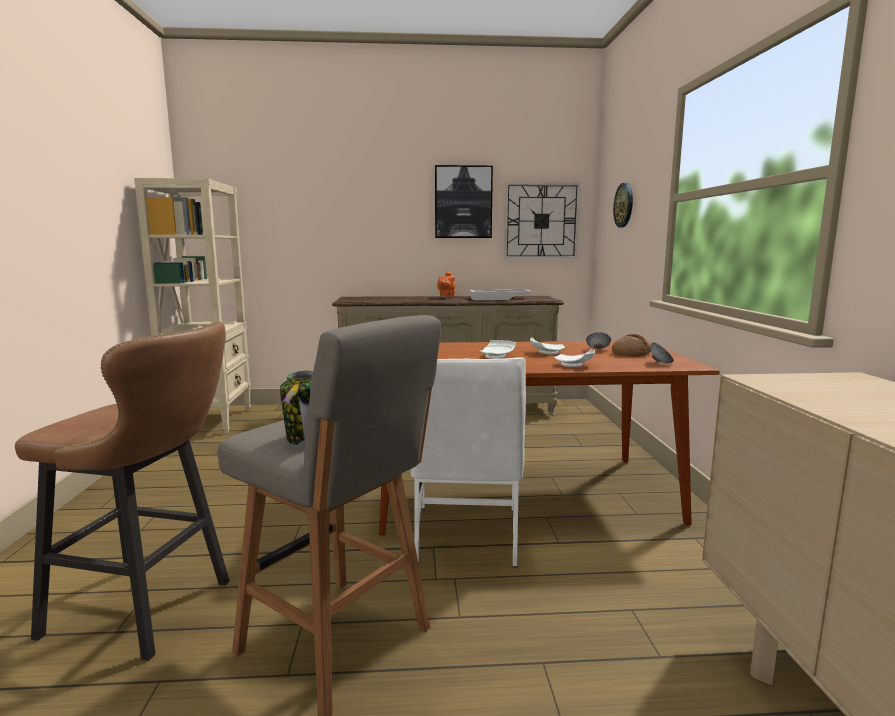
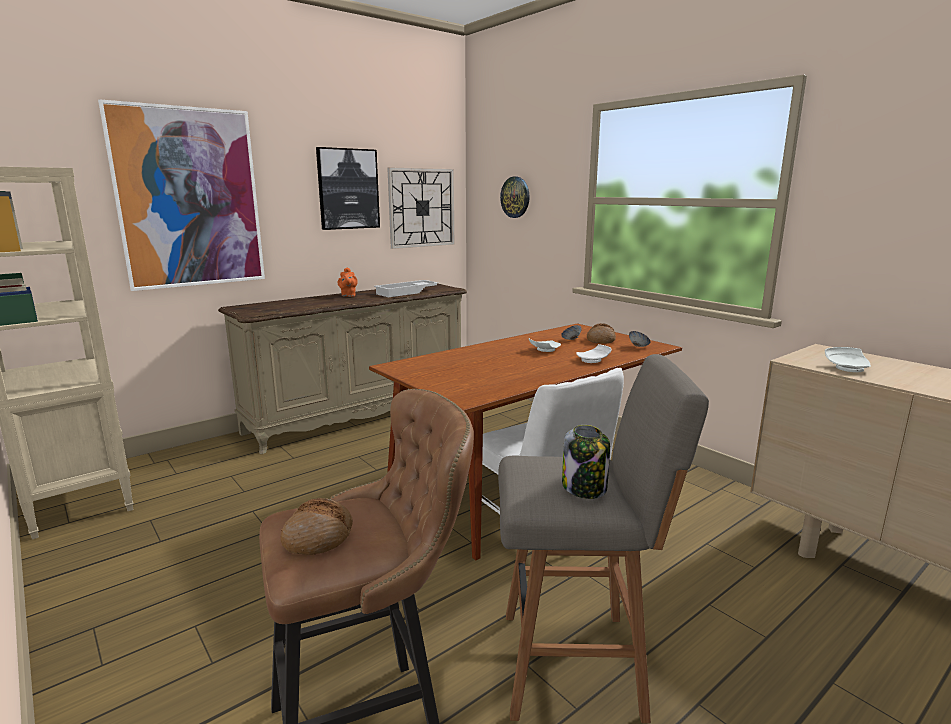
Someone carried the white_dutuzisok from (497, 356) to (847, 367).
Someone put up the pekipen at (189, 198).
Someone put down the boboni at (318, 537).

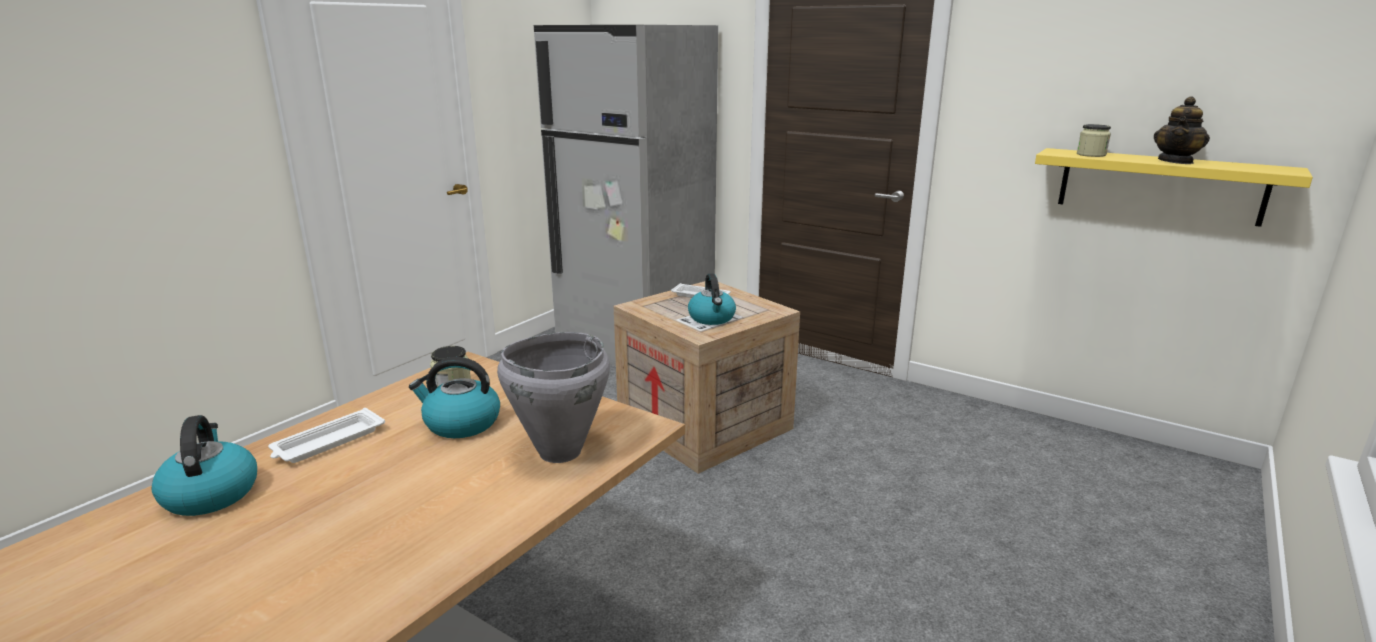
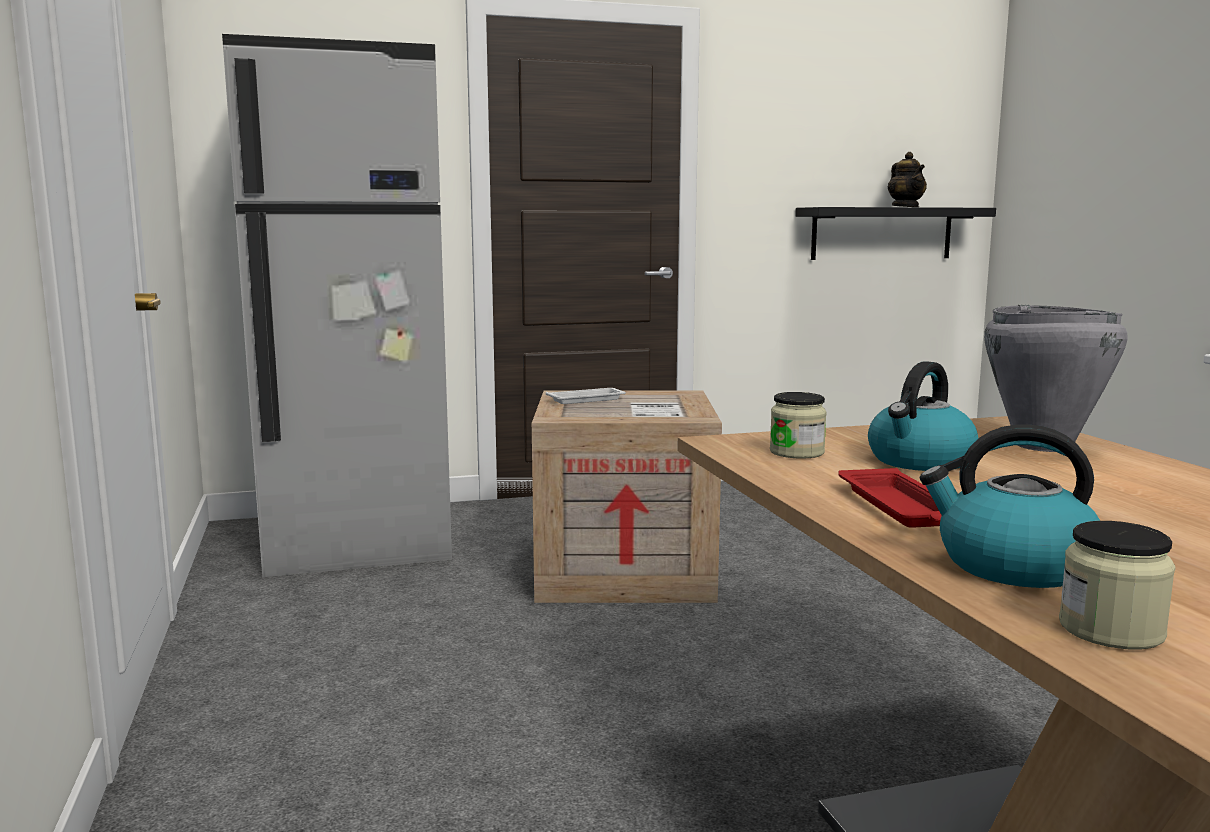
Someone carried the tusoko from (1091, 155) to (1111, 630).
Someone repainted the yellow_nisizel at (1159, 186), which became the black_nisizel at (882, 233).
Someone took away the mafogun at (712, 318).
Someone repainted the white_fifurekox at (327, 442), which became the red_fifurekox at (900, 507).

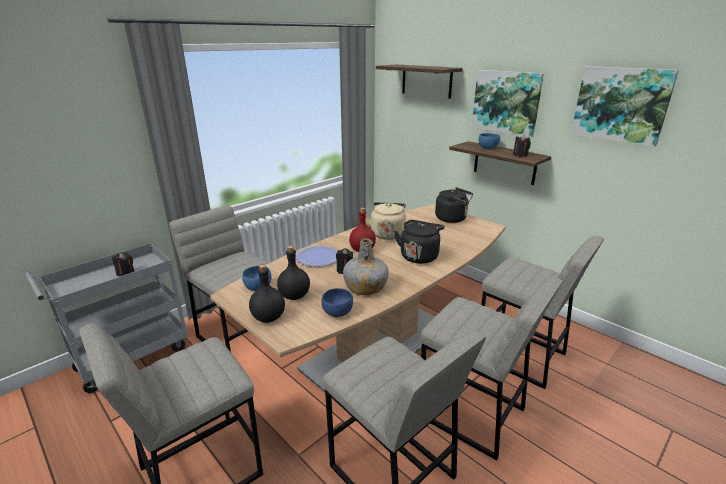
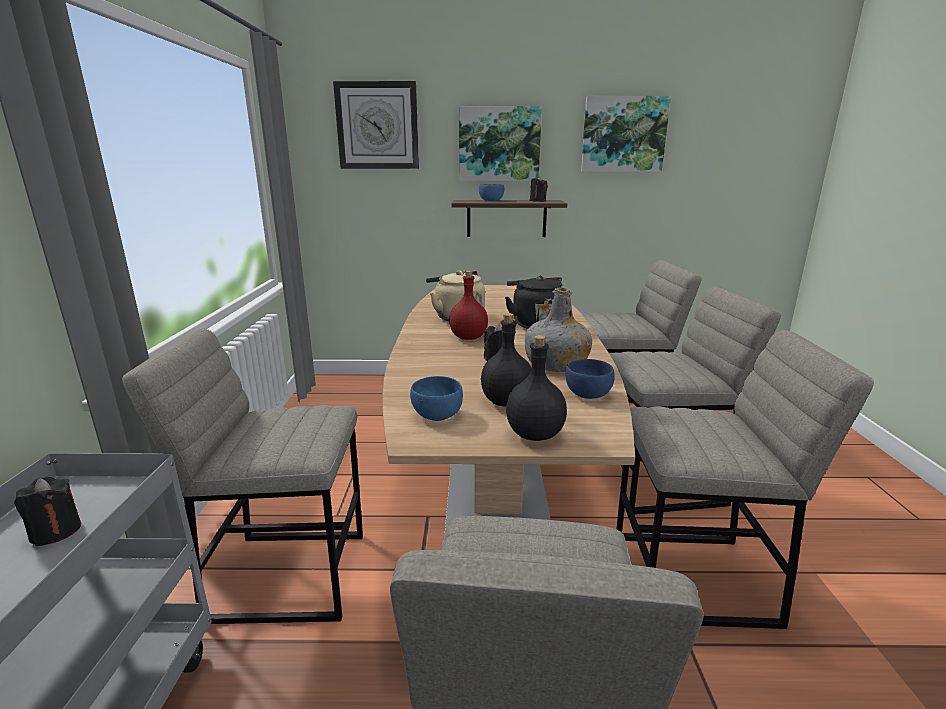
Someone swapped the nisizel at (426, 81) for the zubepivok at (377, 126).
Someone took away the black_mafogun at (453, 219).
Someone took away the dutuzisok at (318, 257).

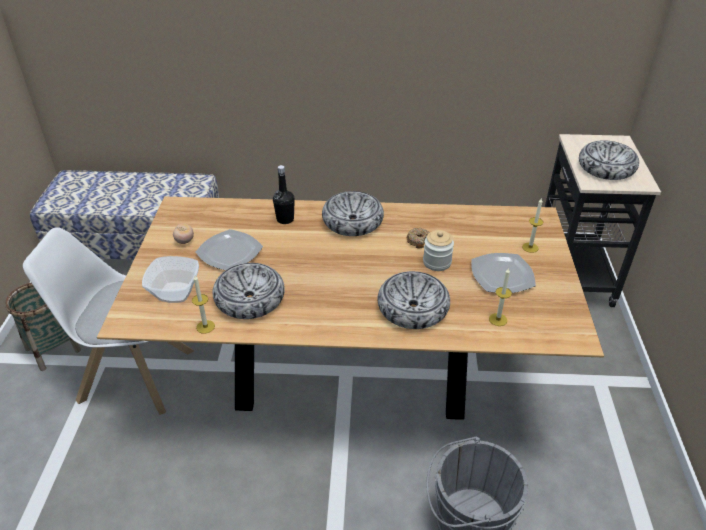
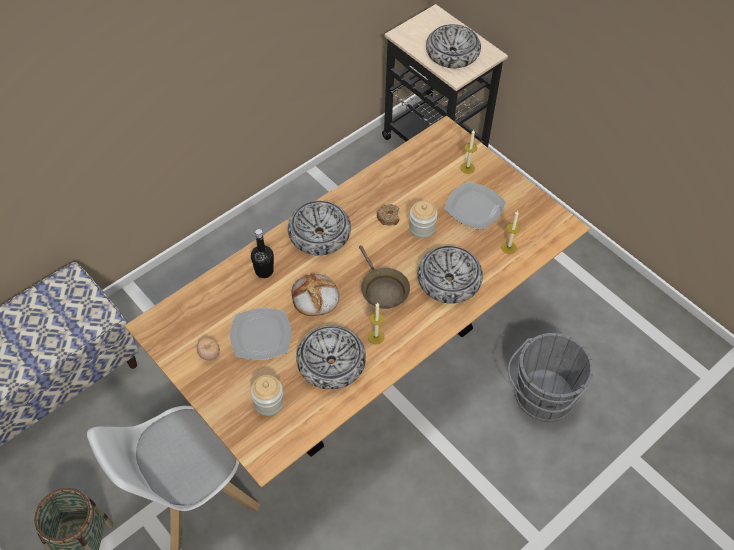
Someone swapped the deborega at (176, 292) for the tusoko at (268, 402).
Someone carried the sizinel from (205, 326) to (376, 337).
Someone put down the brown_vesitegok at (382, 289).
Someone put down the boboni at (314, 297).

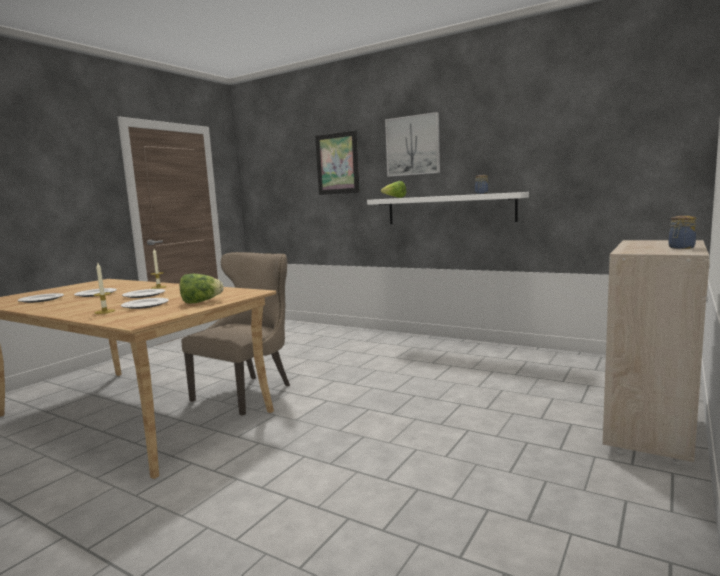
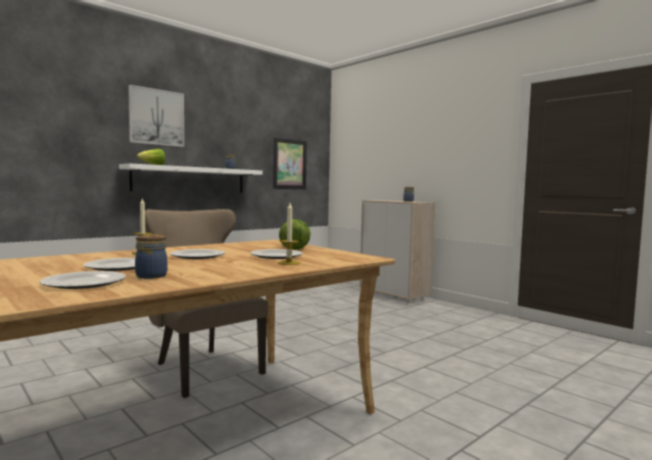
Someone carried the pekipen from (337, 163) to (289, 164).
Someone put down the tusoko at (152, 276).

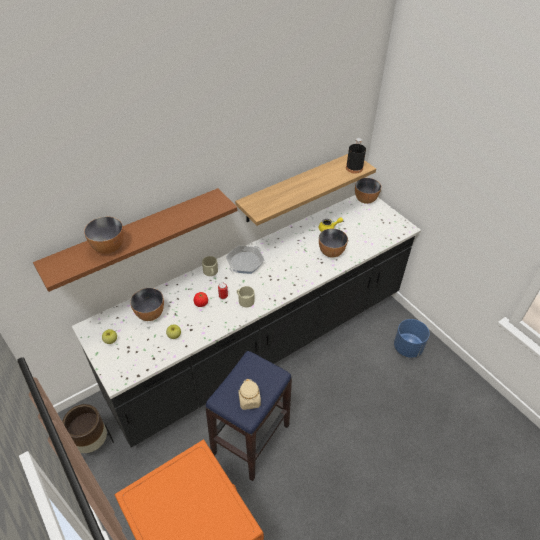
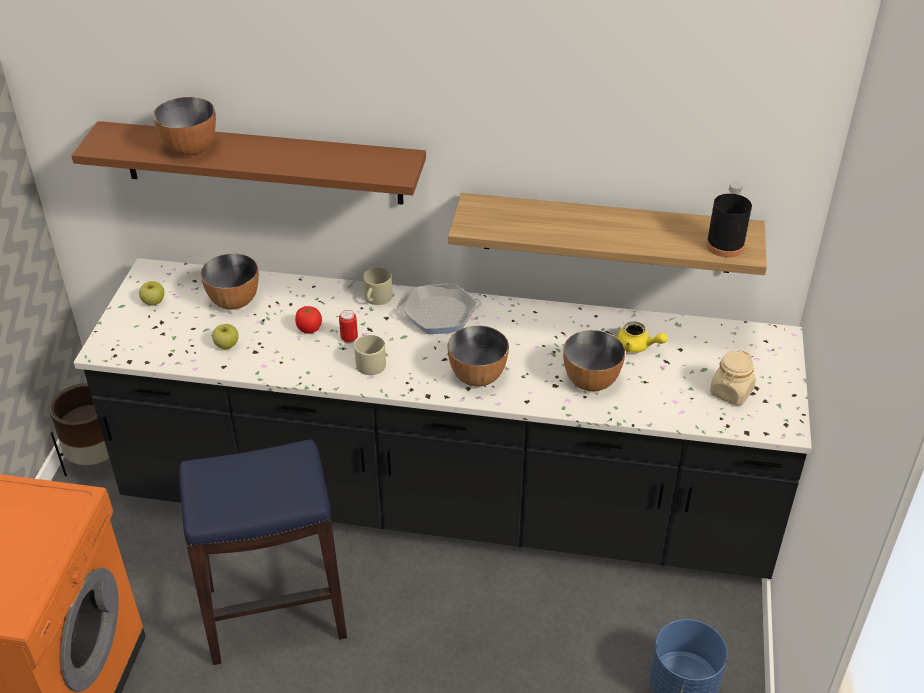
Someone carried the deborega from (365, 199) to (478, 376).
Someone carried the beige_tusoko from (249, 400) to (731, 392).

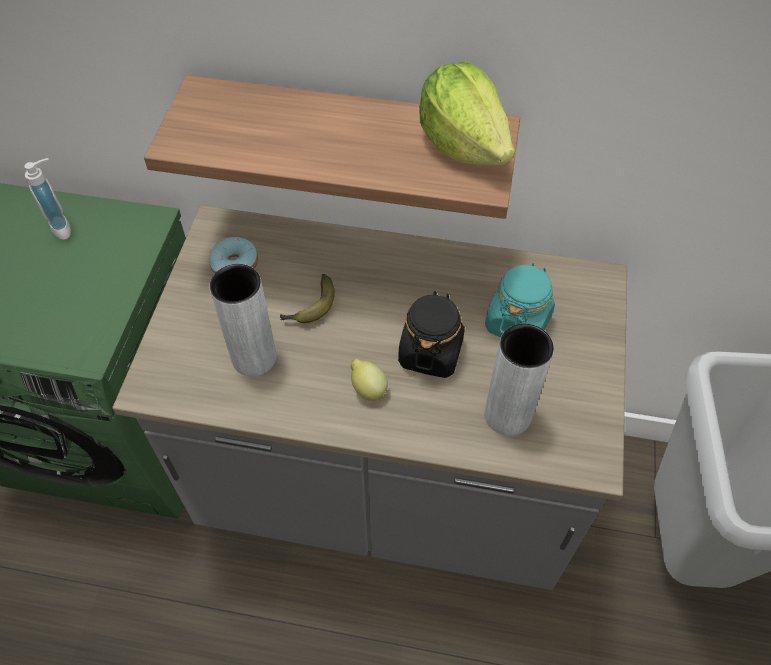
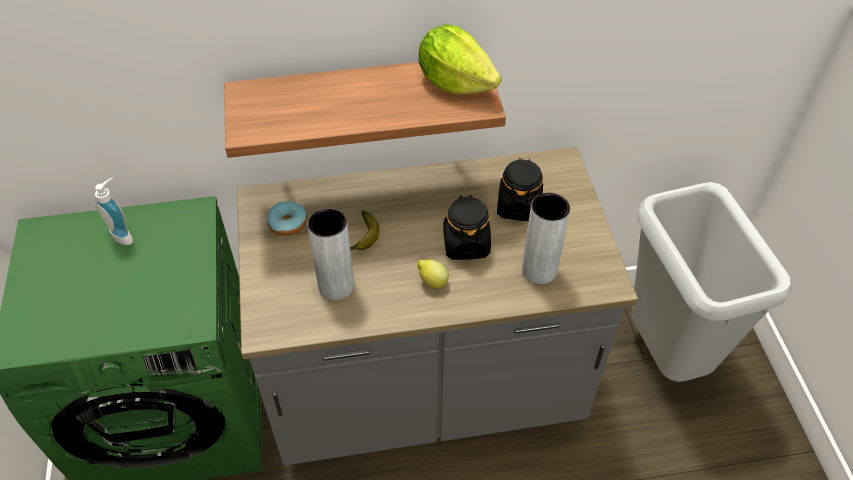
Someone repainted the turquoise_tusoko at (517, 322), which became the black_tusoko at (518, 206).

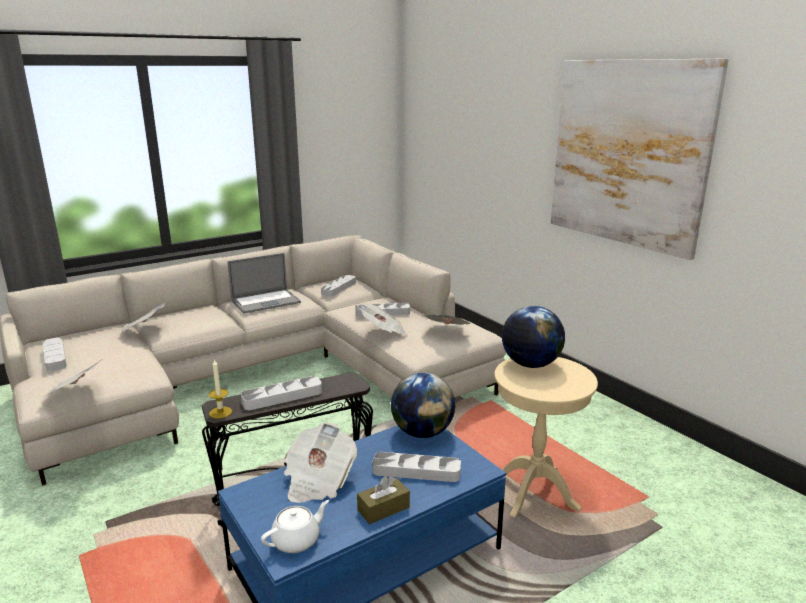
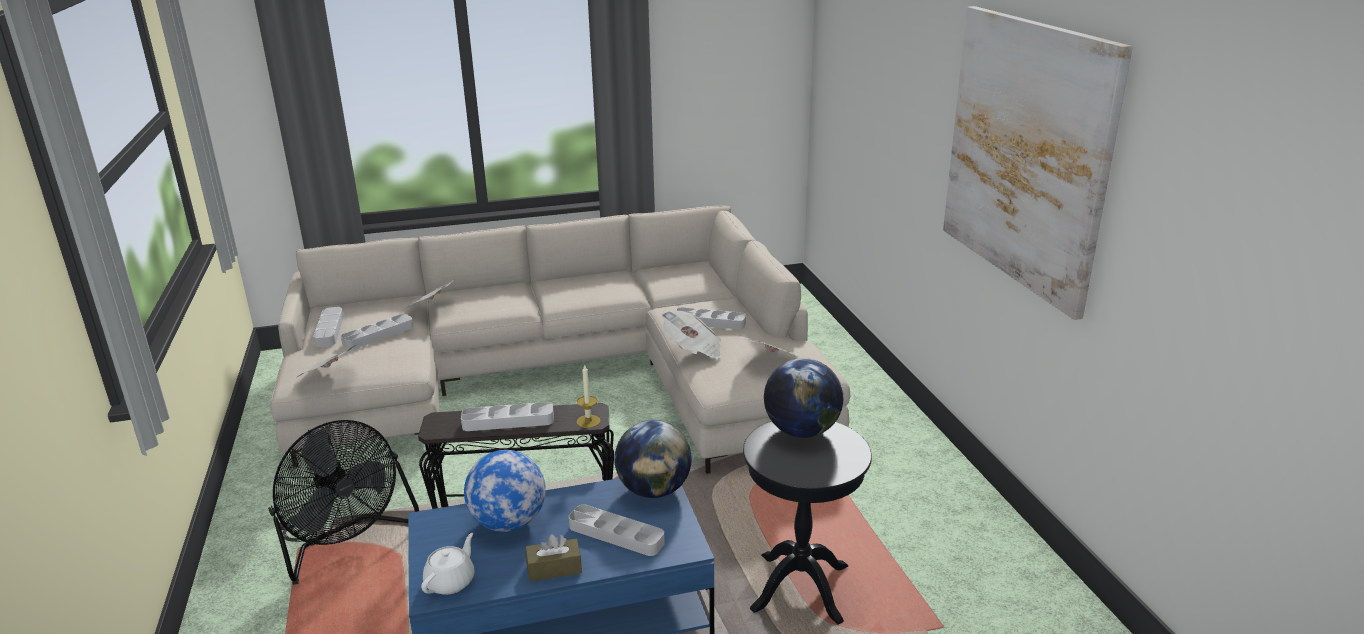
Someone took away the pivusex at (266, 302).
Someone carried the grey_fifurekox from (339, 288) to (378, 335).
Someone repainted the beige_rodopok at (534, 492), which became the black_rodopok at (800, 588).
Someone carried the sizinel from (220, 412) to (588, 421).
Someone swapped the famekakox at (318, 480) for the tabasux at (509, 523).
Someone rotated the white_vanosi at (297, 540) by 45 degrees counterclockwise.
Someone put down the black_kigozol at (339, 543).

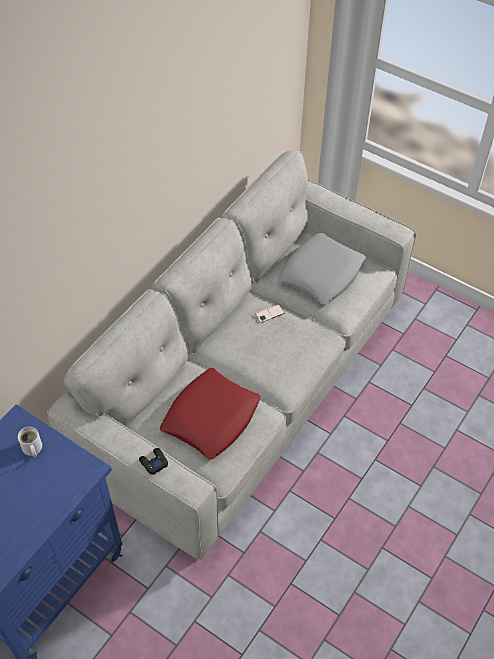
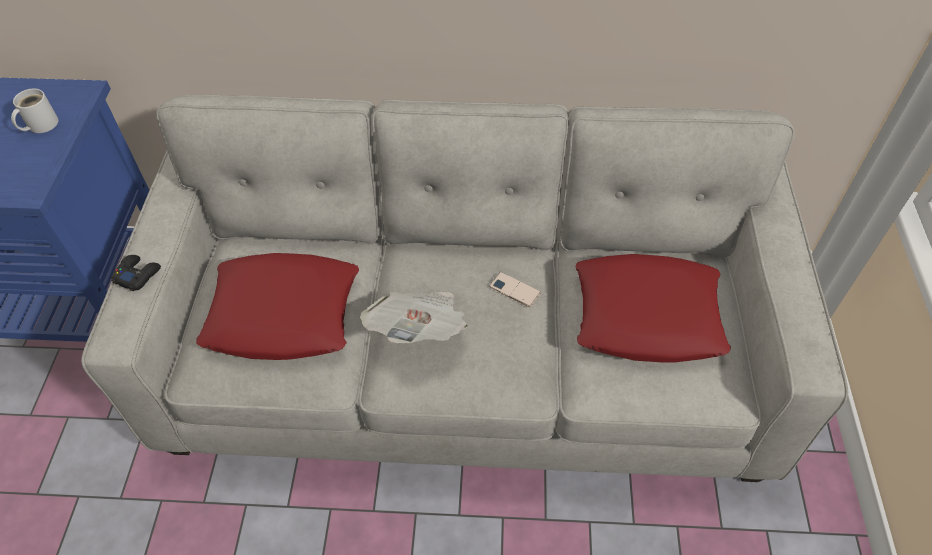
Someone repainted the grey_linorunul at (321, 273), which became the red_linorunul at (647, 315).
Someone put down the famekakox at (419, 330).

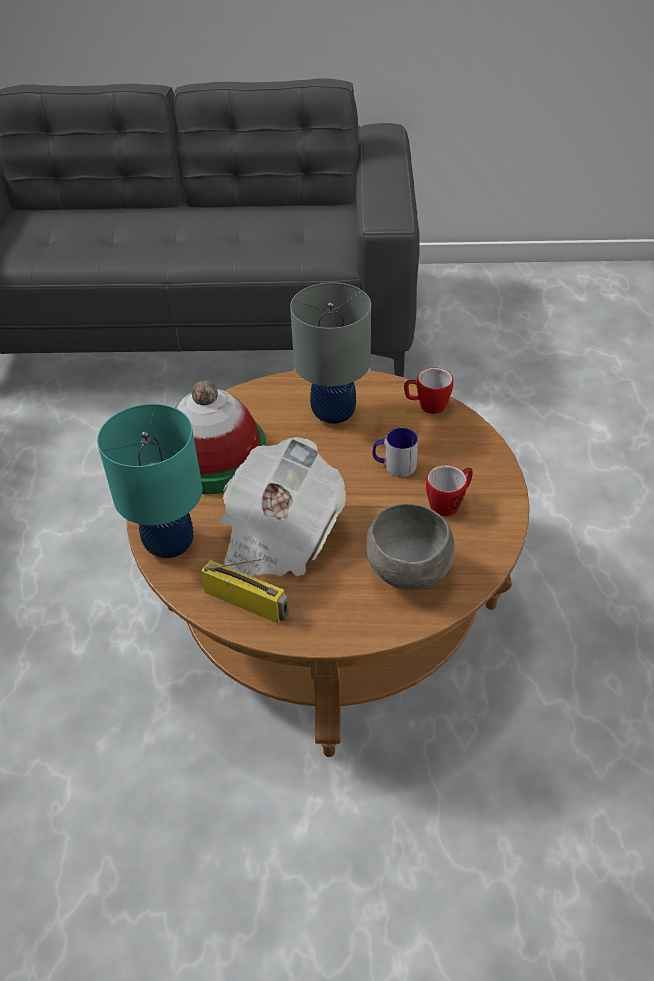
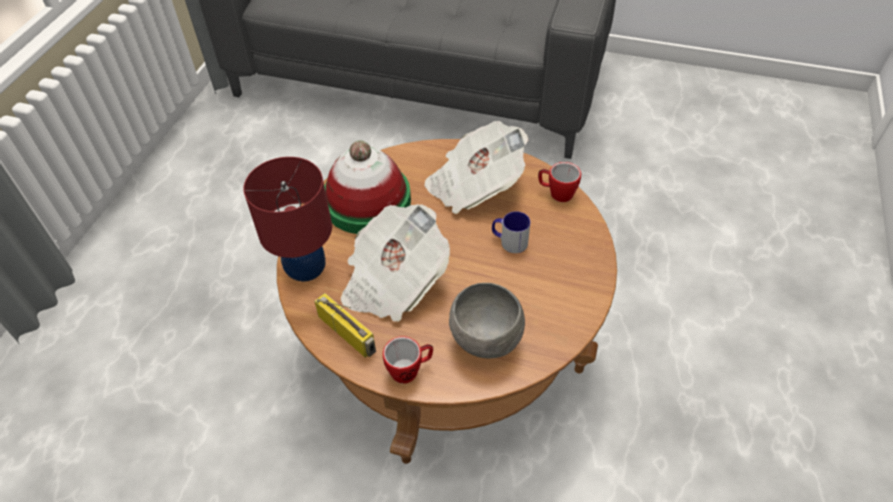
Someone swapped the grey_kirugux at (332, 415) for the famekakox at (474, 185).
Someone repainted the turquoise_kirugux at (170, 547), which became the red_kirugux at (305, 271).
Someone carried the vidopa from (449, 503) to (410, 370).

